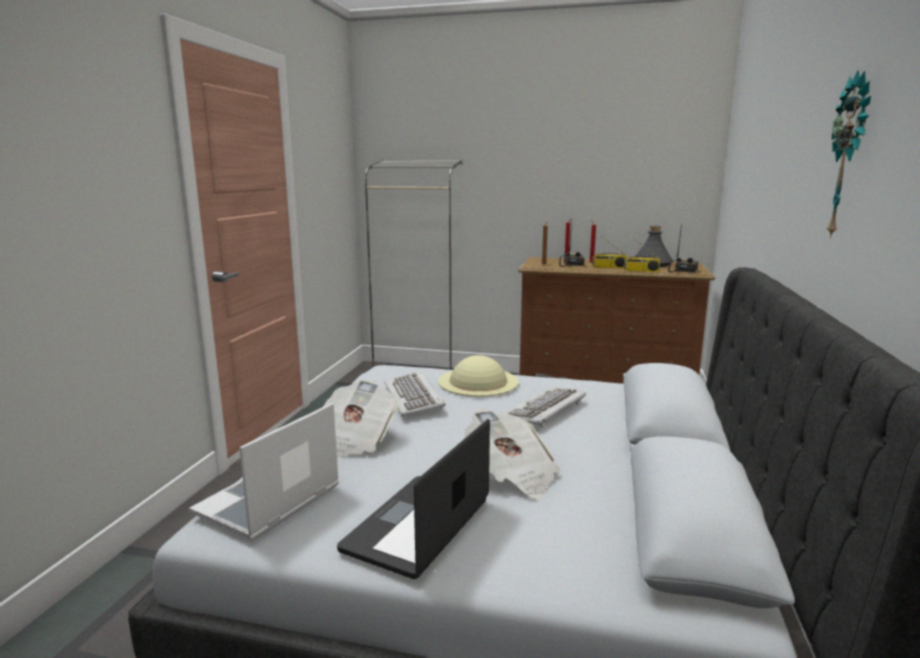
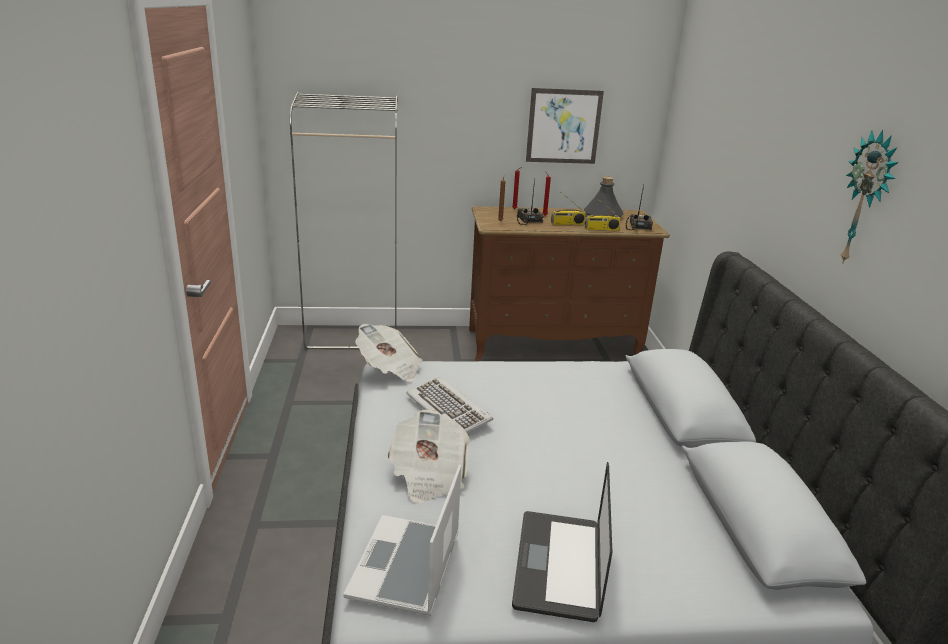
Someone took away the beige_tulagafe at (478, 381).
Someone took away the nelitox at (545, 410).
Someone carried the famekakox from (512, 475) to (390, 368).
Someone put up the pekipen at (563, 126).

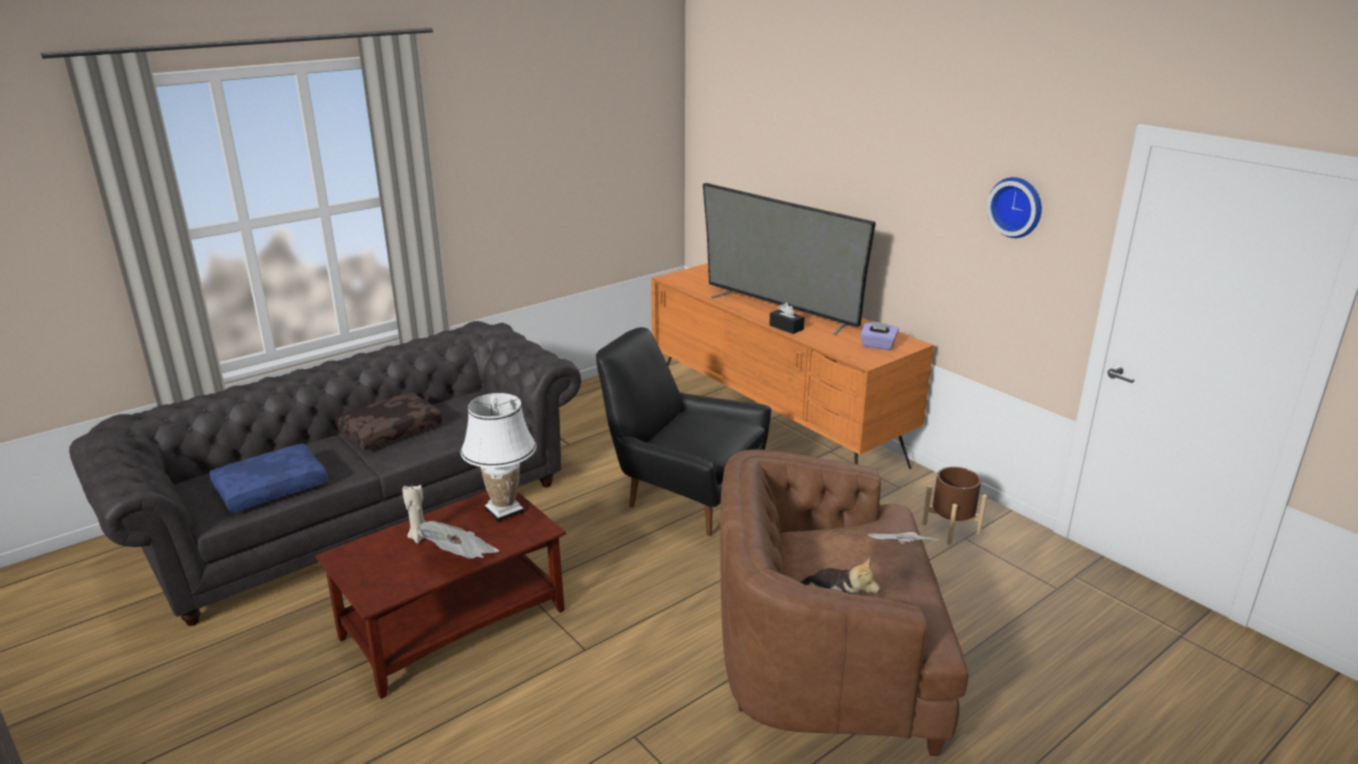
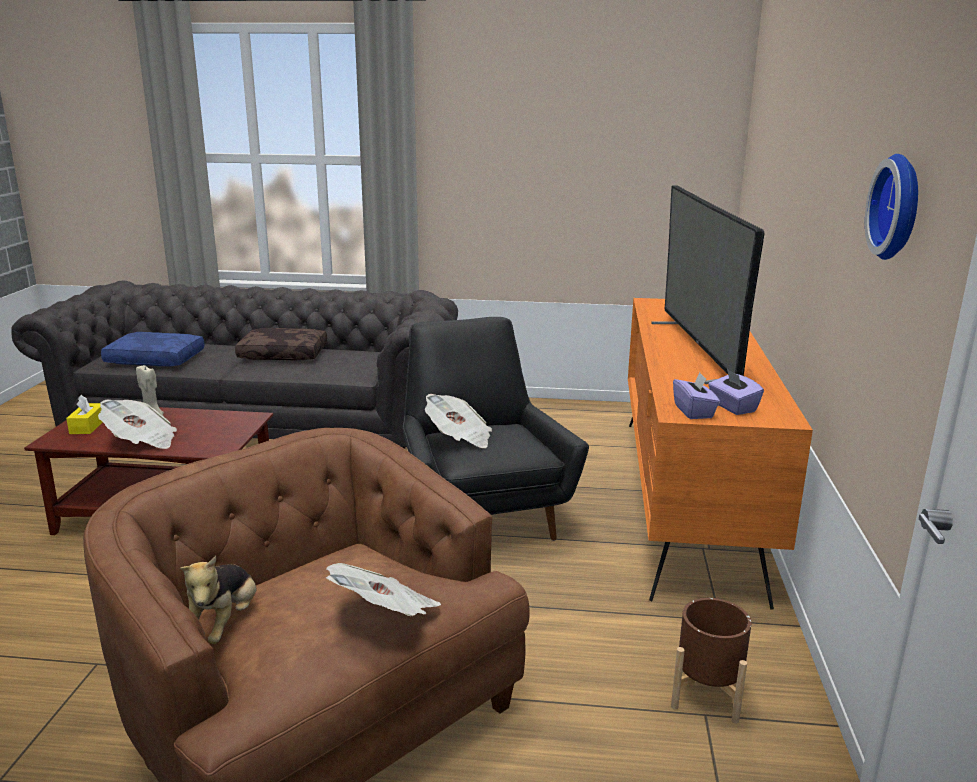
Someone took away the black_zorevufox at (786, 327).
Someone took away the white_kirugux at (504, 511).
Someone put down the purple_zorevufox at (694, 411).
Someone put down the famekakox at (459, 438).
Someone put down the yellow_zorevufox at (88, 426).

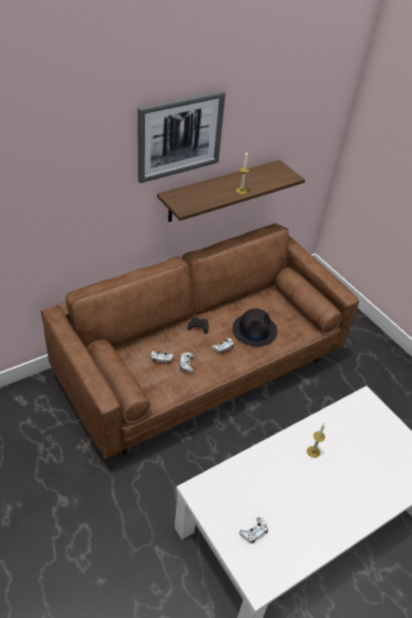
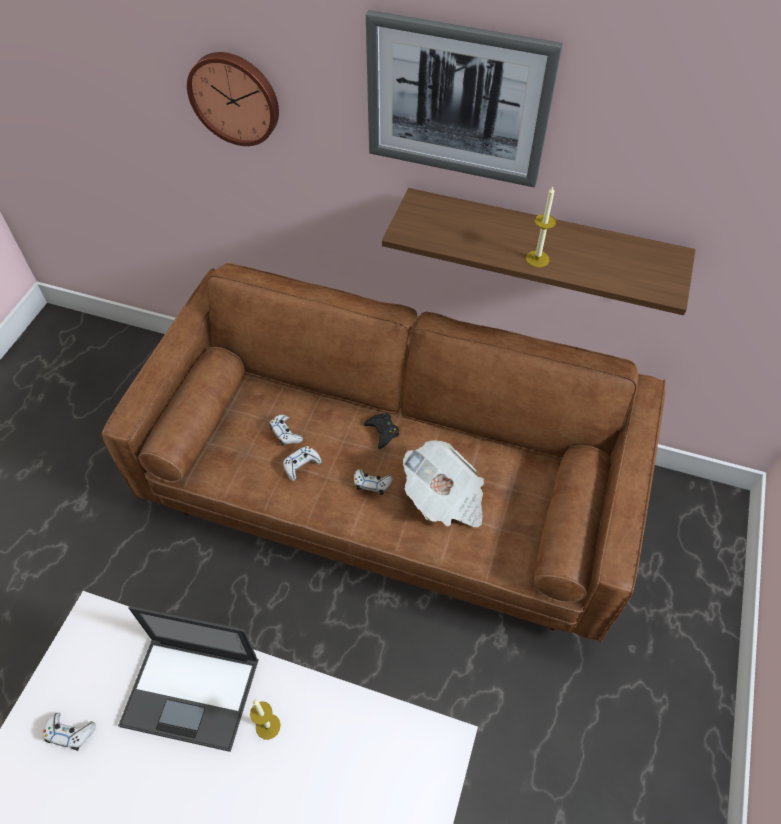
Someone swapped the black_tulagafe at (254, 330) for the famekakox at (445, 498).
Someone put up the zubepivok at (235, 97).
Someone put down the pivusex at (193, 692).

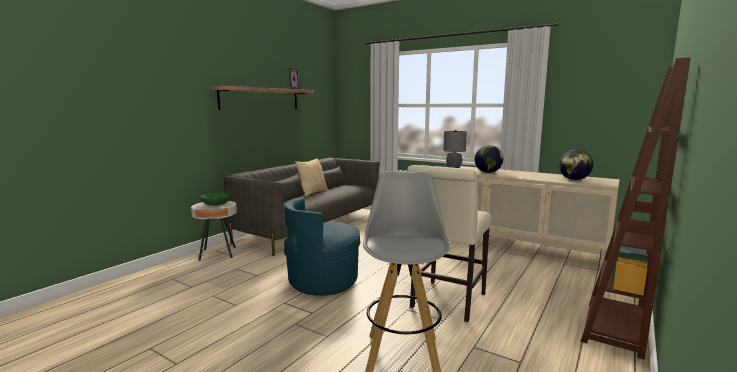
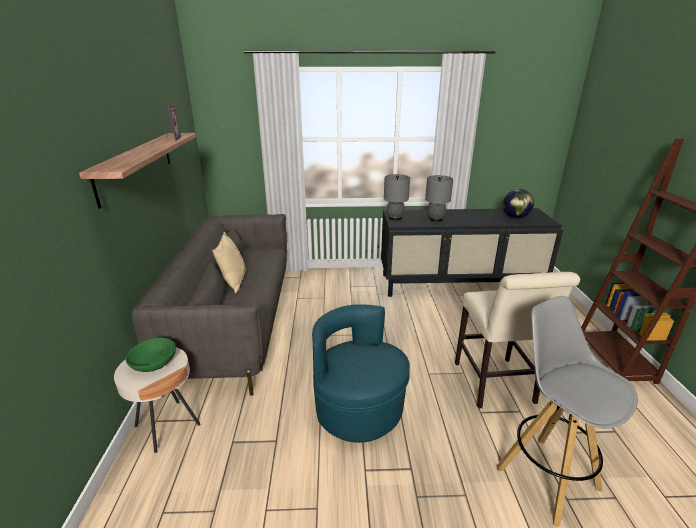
Someone swapped the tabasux at (488, 172) for the grey_kirugux at (436, 219).
Someone repainted the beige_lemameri at (517, 247), which became the black_lemameri at (459, 285).
Someone rotated the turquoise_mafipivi at (323, 280) by 105 degrees clockwise.

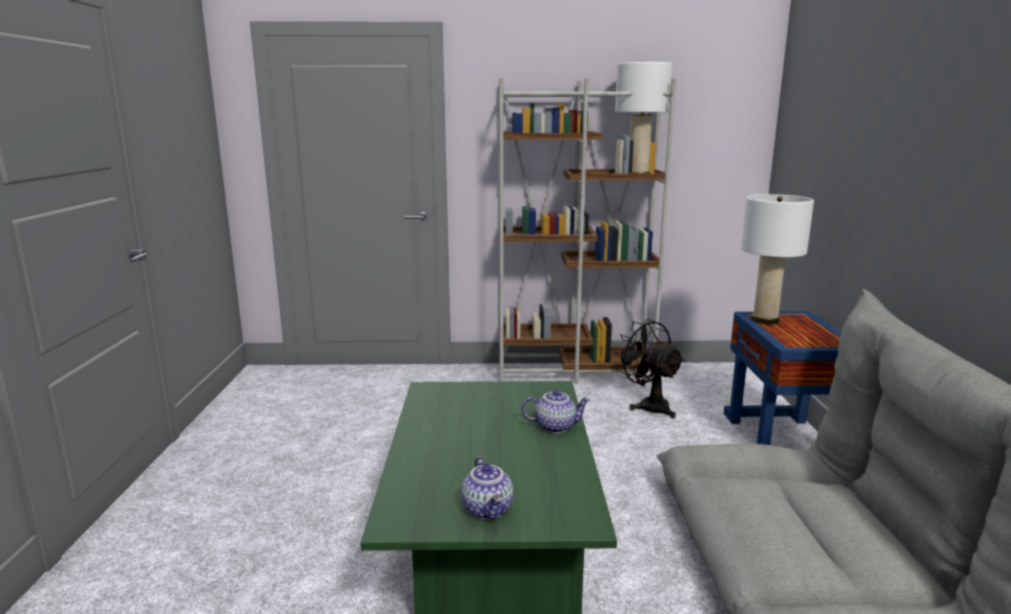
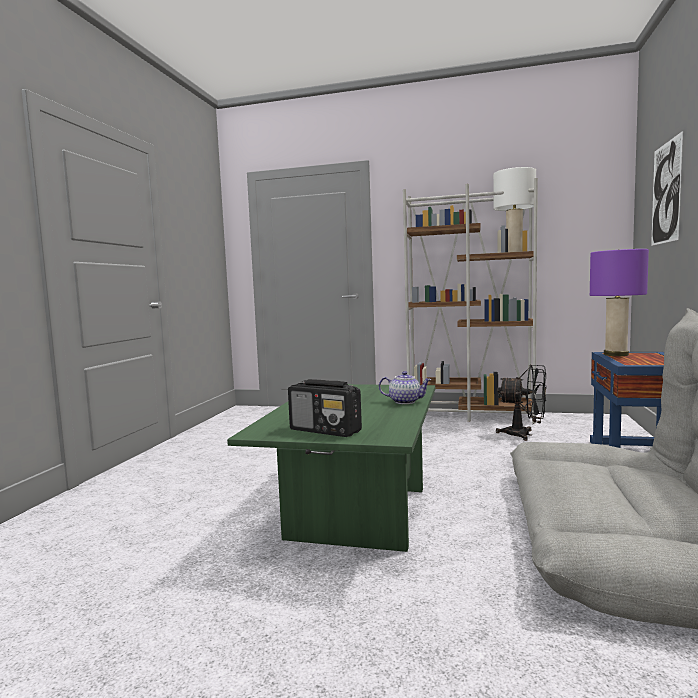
Someone repainted the white_kirugux at (765, 320), which became the purple_kirugux at (616, 354).
Someone rotated the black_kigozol at (648, 405) by 135 degrees clockwise.
Someone swapped the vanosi at (489, 510) for the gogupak at (326, 431).
Someone put up the pekipen at (666, 193).

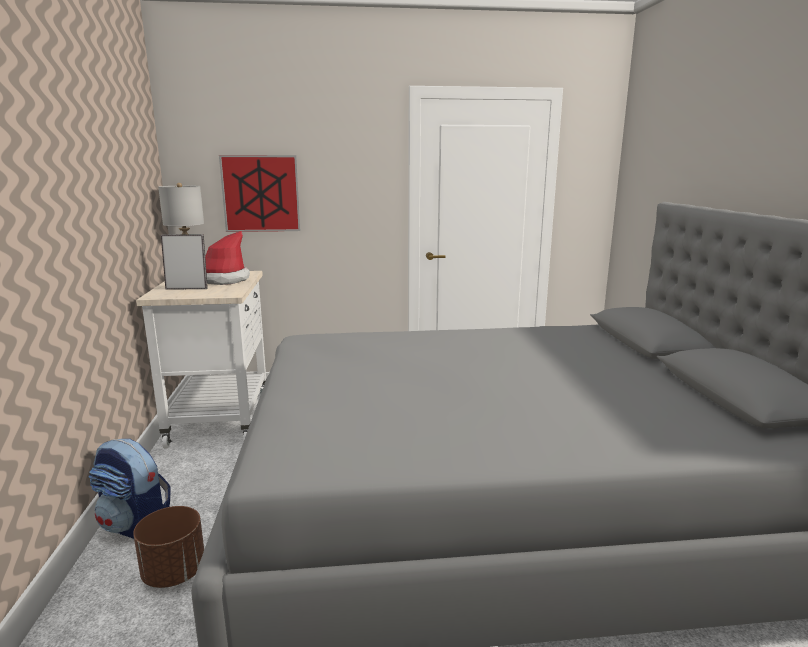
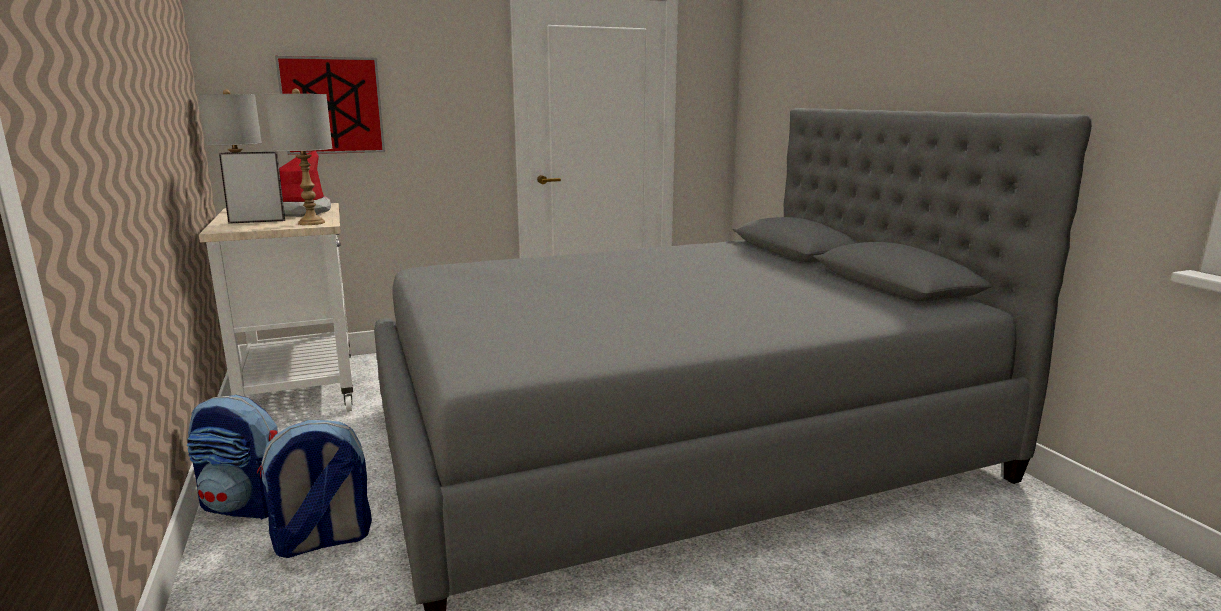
Someone swapped the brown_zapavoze at (174, 573) for the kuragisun at (322, 540).
Someone put down the grey_kirugux at (312, 223).

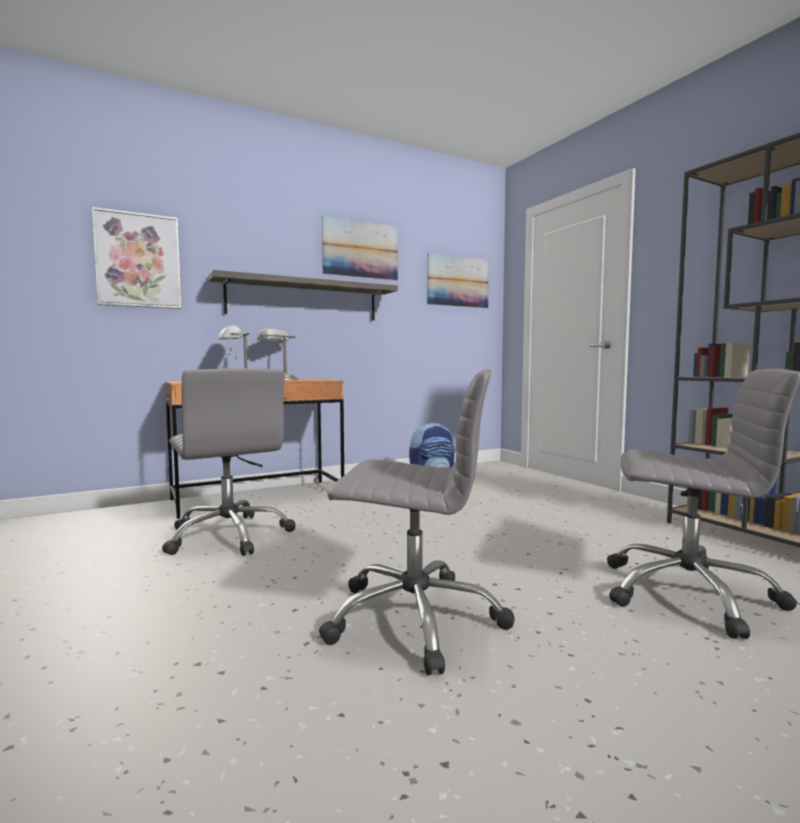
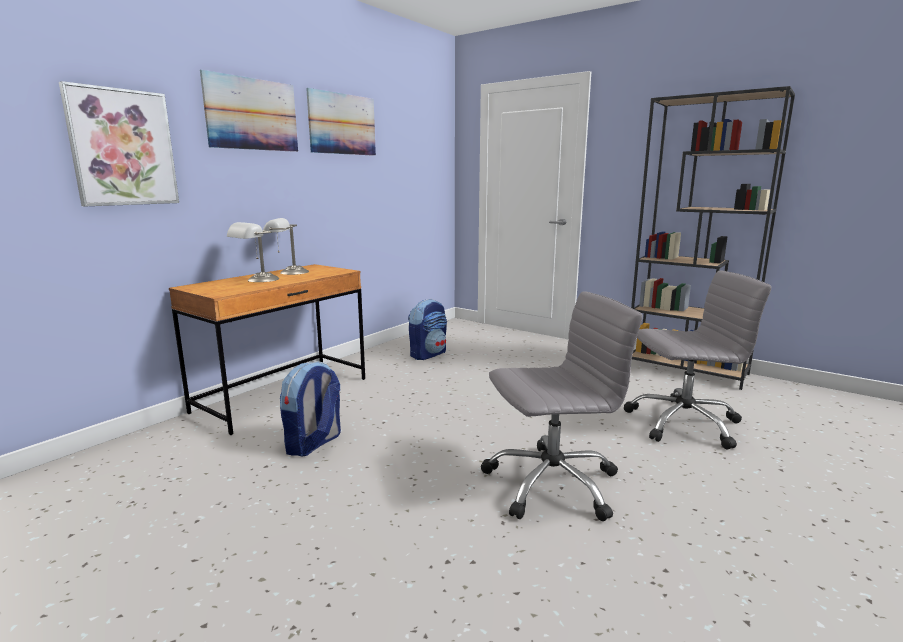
Someone carried the pekipen from (458, 281) to (252, 114).
Someone took away the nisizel at (304, 300).
Someone swapped the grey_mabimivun at (229, 536) for the kuragisun at (314, 444).

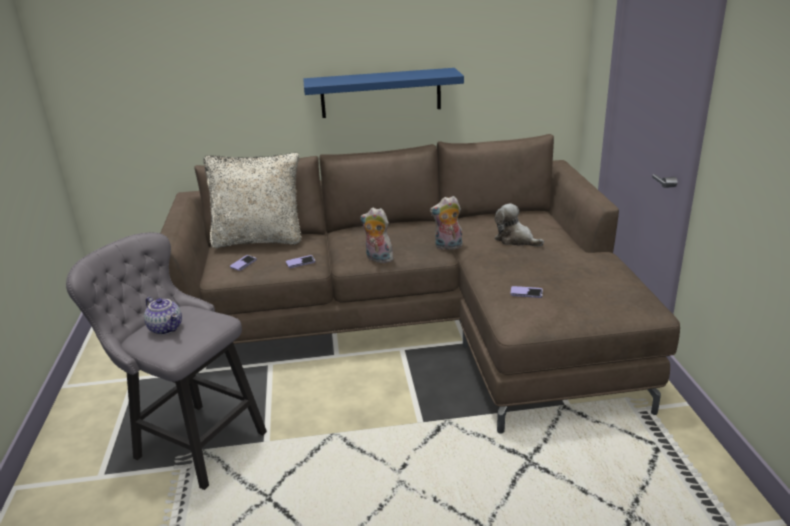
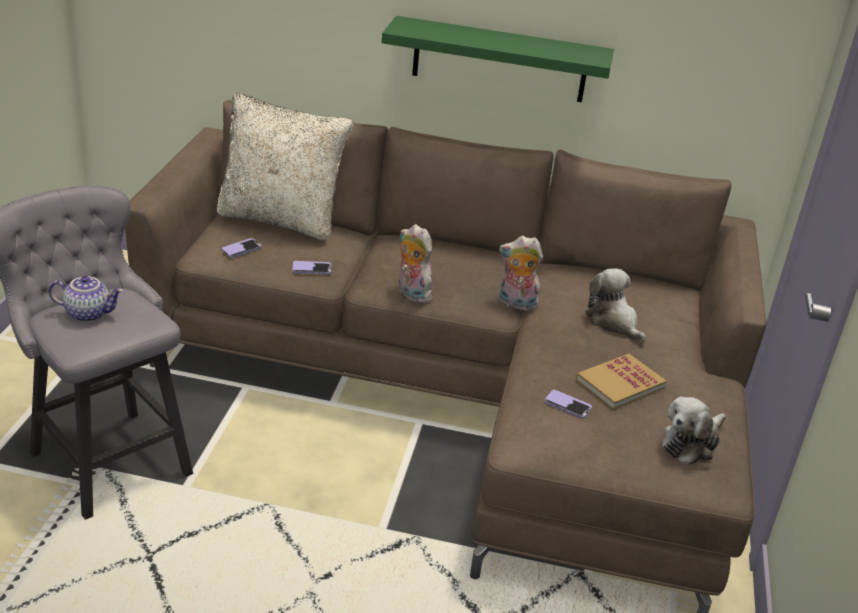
Someone repainted the blue_nisizel at (381, 93), which became the green_nisizel at (499, 60).
Someone rotated the vanosi at (166, 328) by 60 degrees counterclockwise.
Someone put down the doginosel at (620, 384).
Someone put down the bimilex at (691, 443).

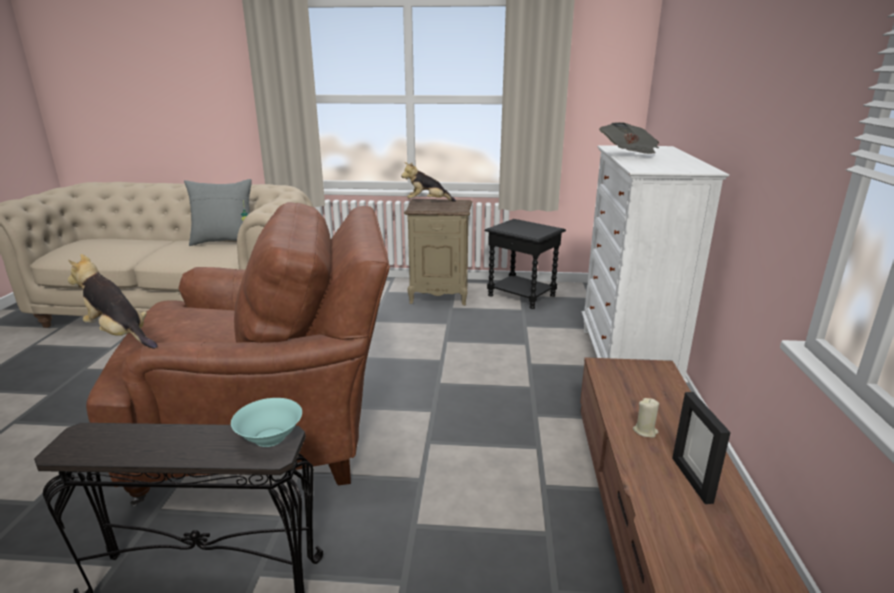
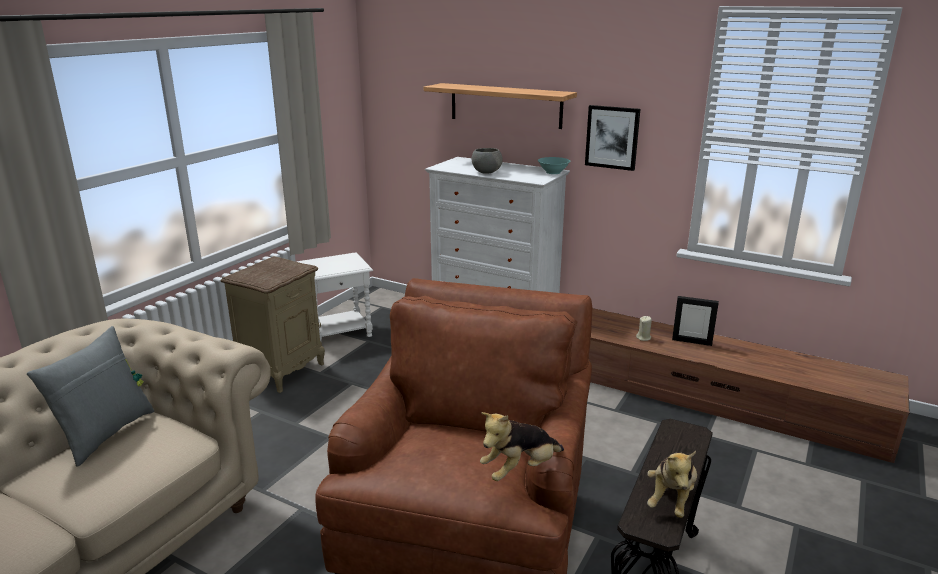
Someone swapped the famekakox at (629, 156) for the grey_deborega at (486, 172).
Someone carried the bimilex from (427, 202) to (671, 499).
Someone repainted the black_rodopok at (522, 295), which became the white_rodopok at (338, 332).
Someone carried the turquoise_deborega from (270, 438) to (553, 172).
Someone put up the nisizel at (505, 105).
Someone put up the pekipen at (612, 137).

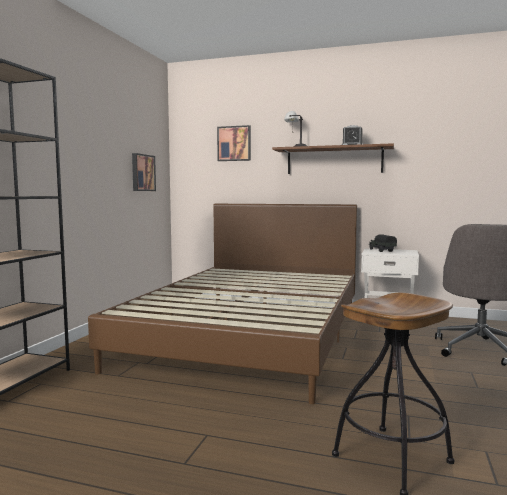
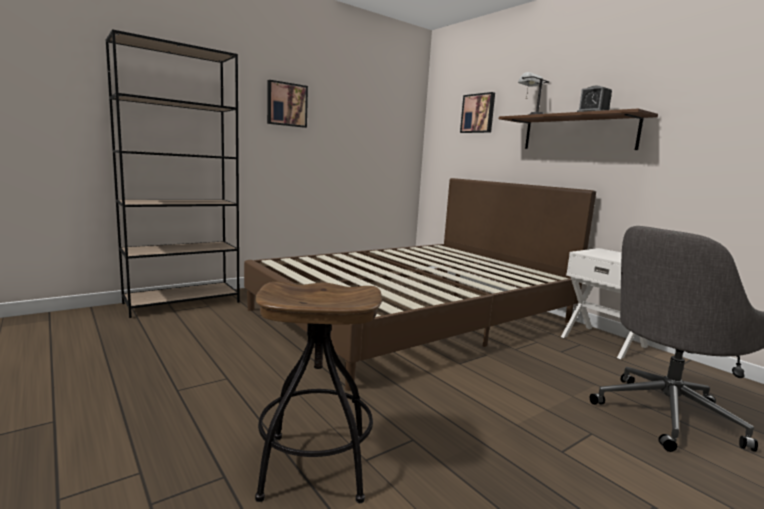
Someone carried the pekipen from (142, 172) to (286, 104).
Someone took away the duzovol at (381, 250).

